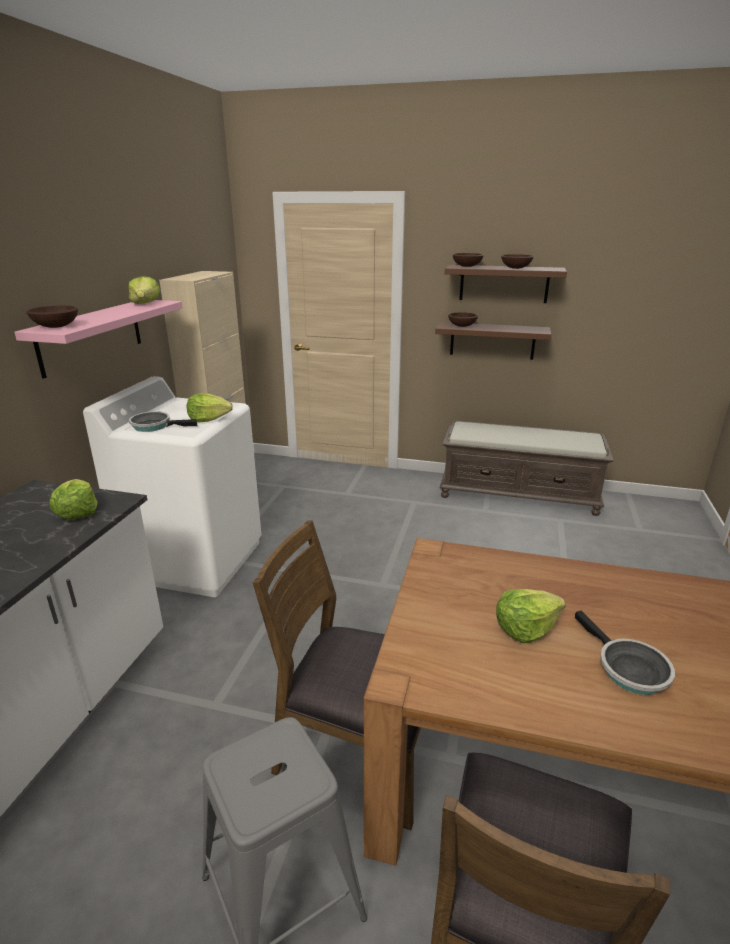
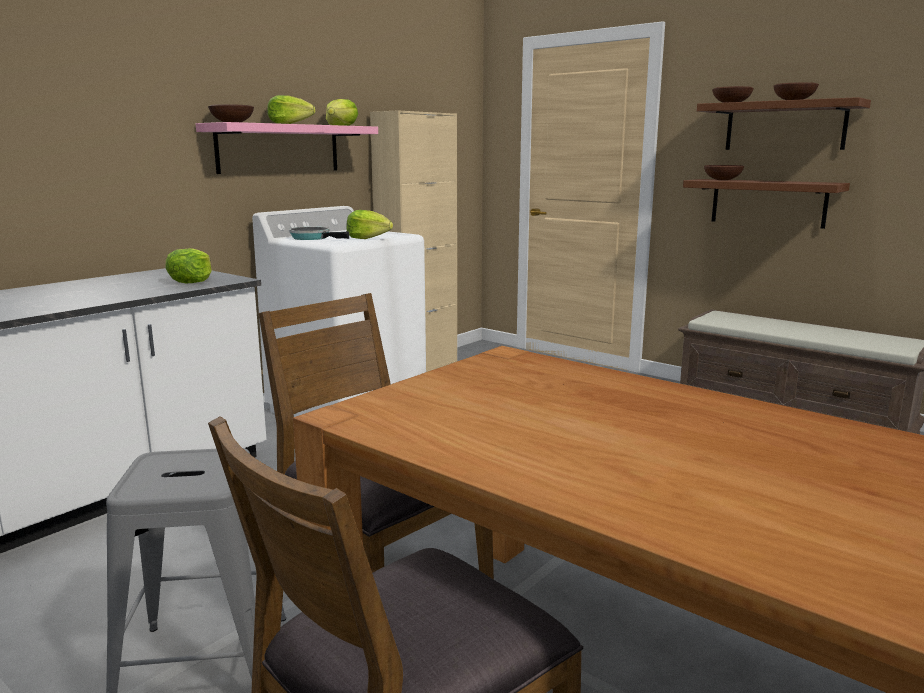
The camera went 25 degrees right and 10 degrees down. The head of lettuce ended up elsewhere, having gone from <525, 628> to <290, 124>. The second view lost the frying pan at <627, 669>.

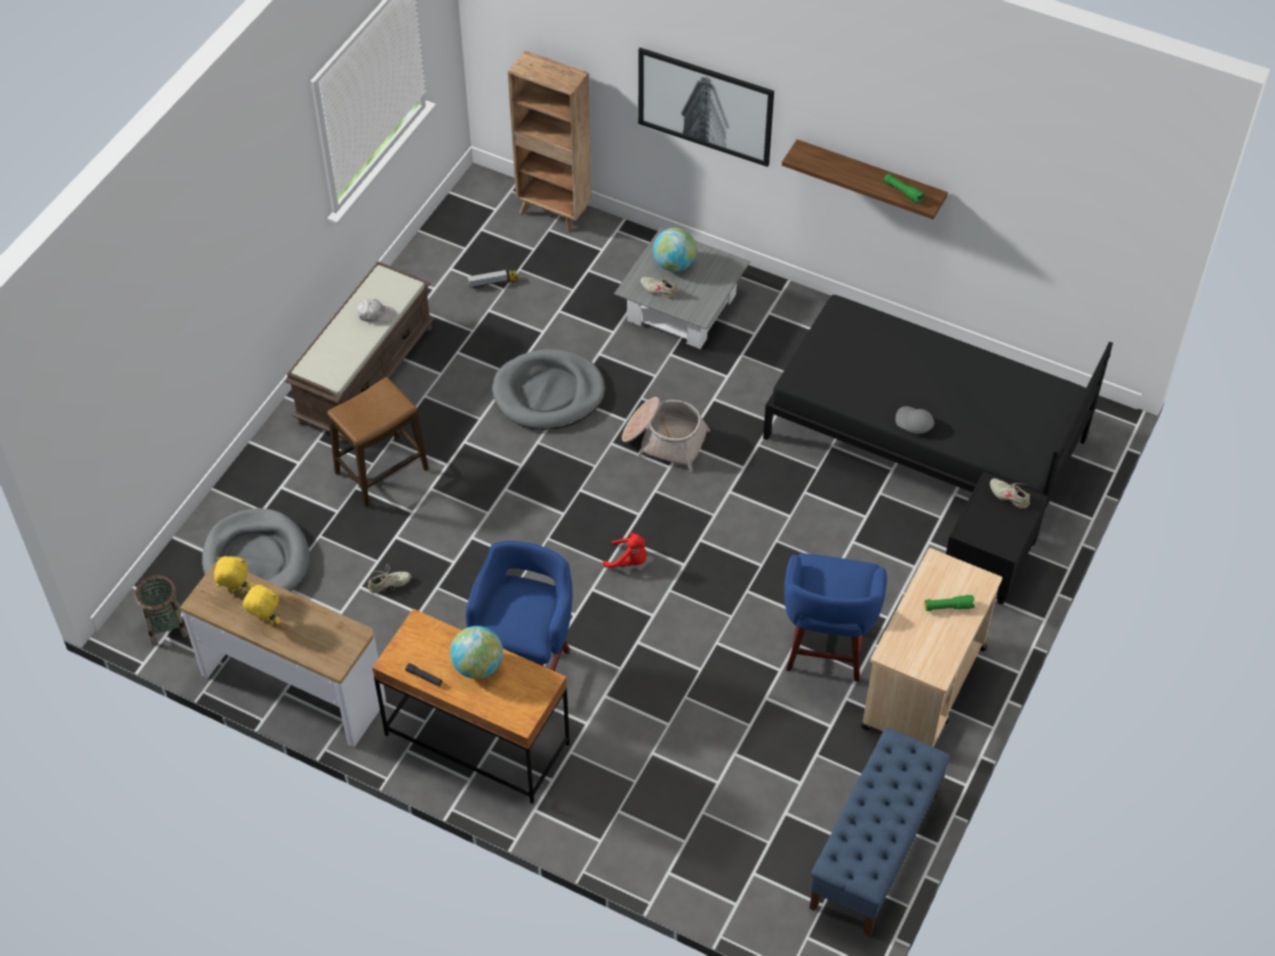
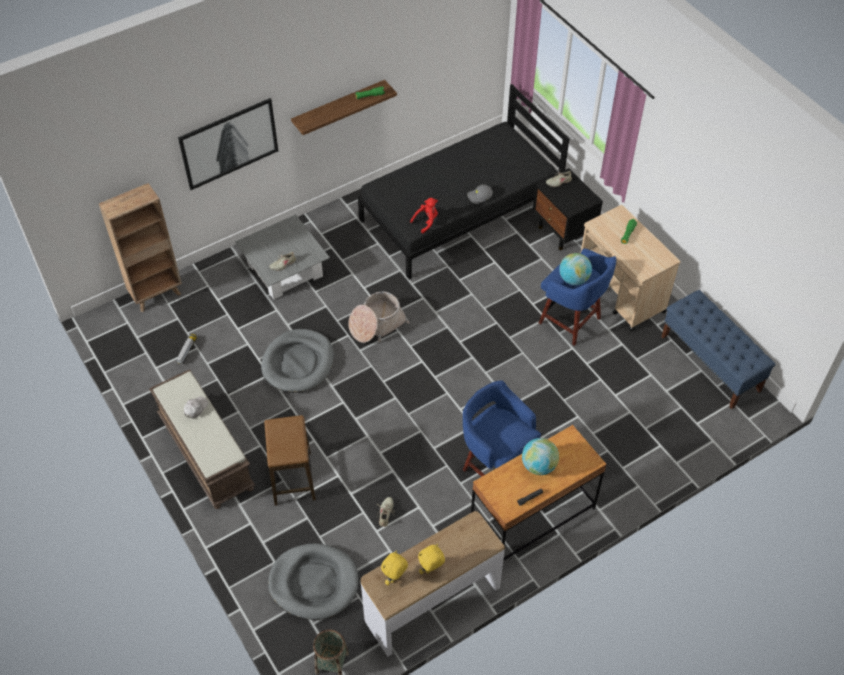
The camera went 60 degrees left and 0 degrees up. The cuddly toy in reddish ended up elsewhere, having gone from <629, 561> to <426, 221>. The globe ended up elsewhere, having gone from <674, 264> to <573, 279>.

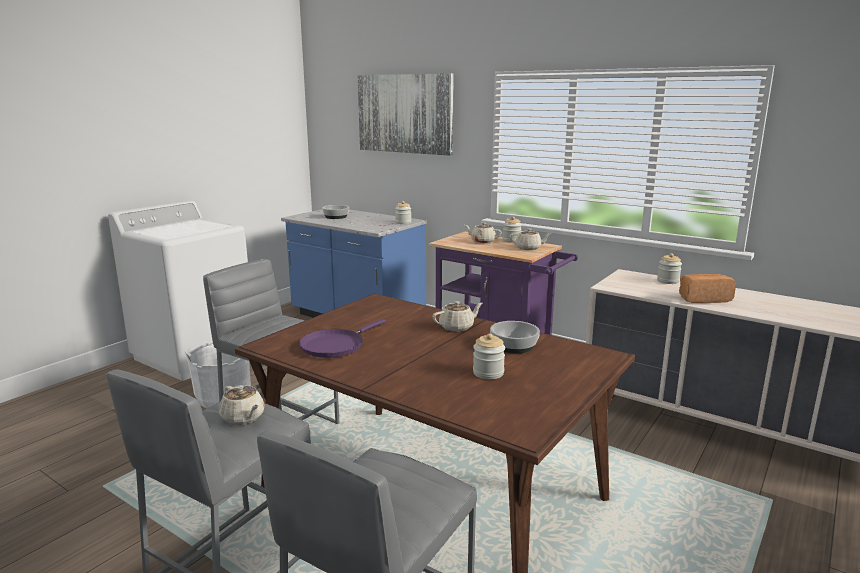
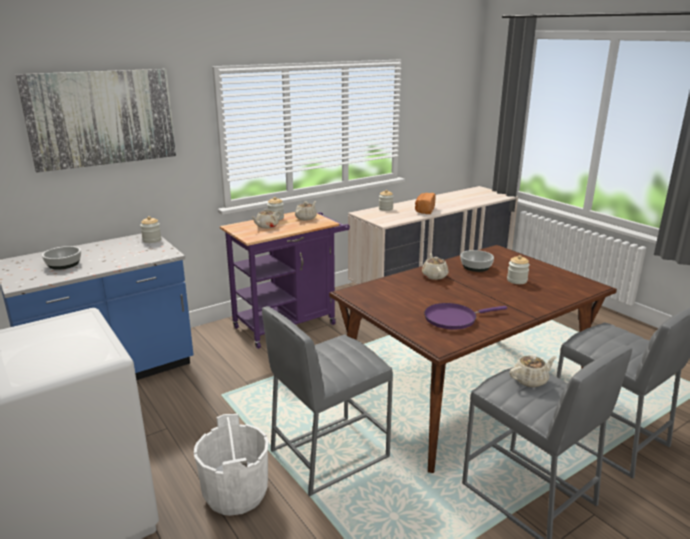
The camera went 70 degrees left and 5 degrees up. The frying pan in purple at <335, 345> ended up facing another way, 105 degrees clockwise from before.

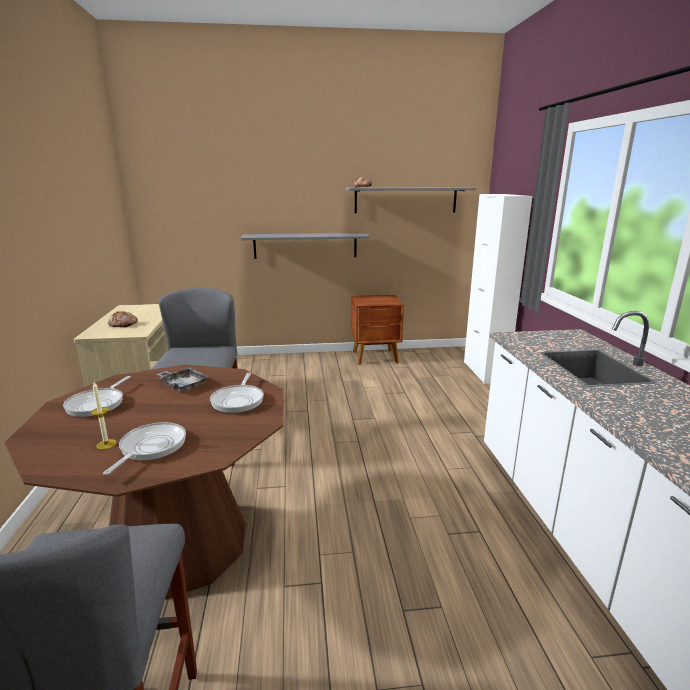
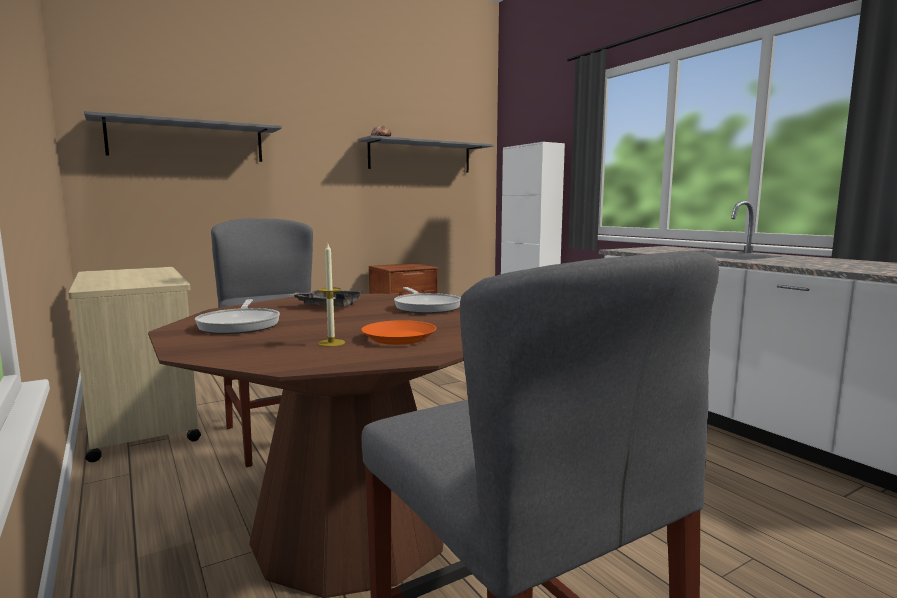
The camera went 25 degrees left and 10 degrees down. Where the frying pan stood at <150, 447>, the dinner plate in orangey came to stand at <398, 338>. The second view lost the bakery bread at <123, 324>. The shelf in grey ended up elsewhere, having gone from <305, 245> to <187, 141>.

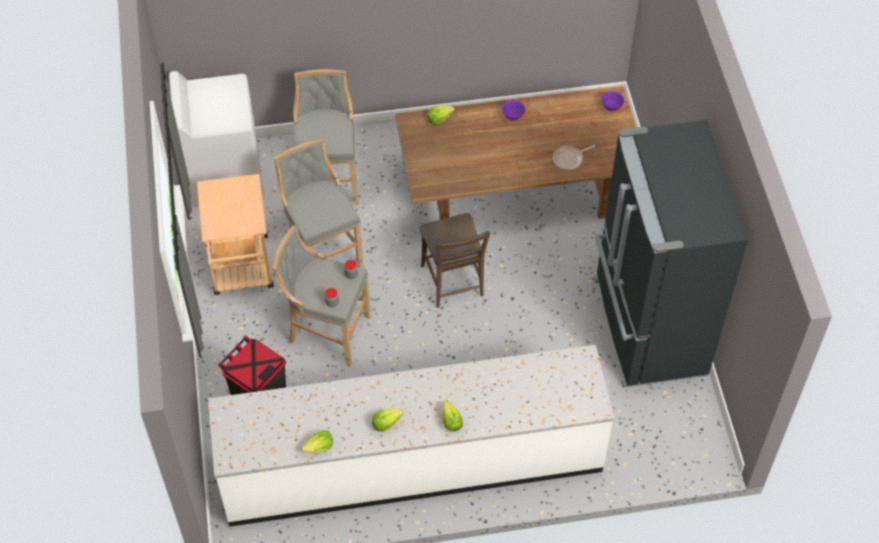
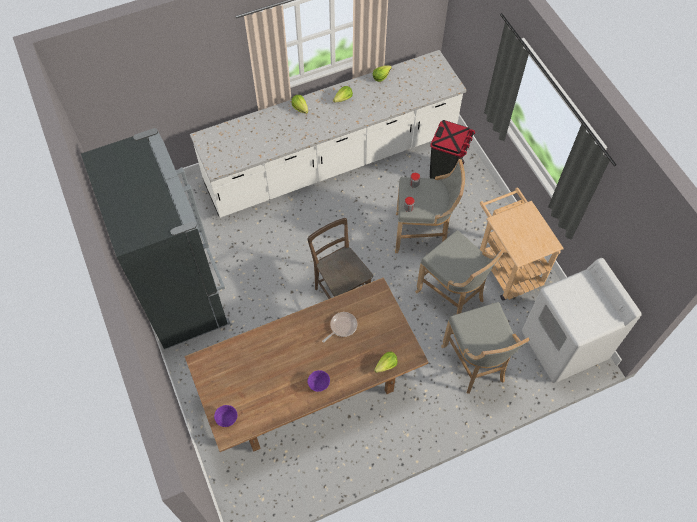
The camera went 165 degrees right and 5 degrees up. The frying pan ended up elsewhere, having gone from <569, 159> to <342, 326>.

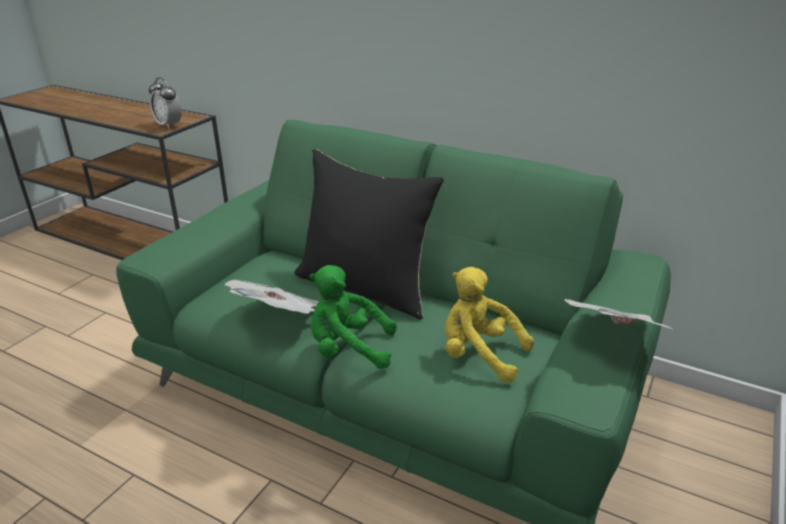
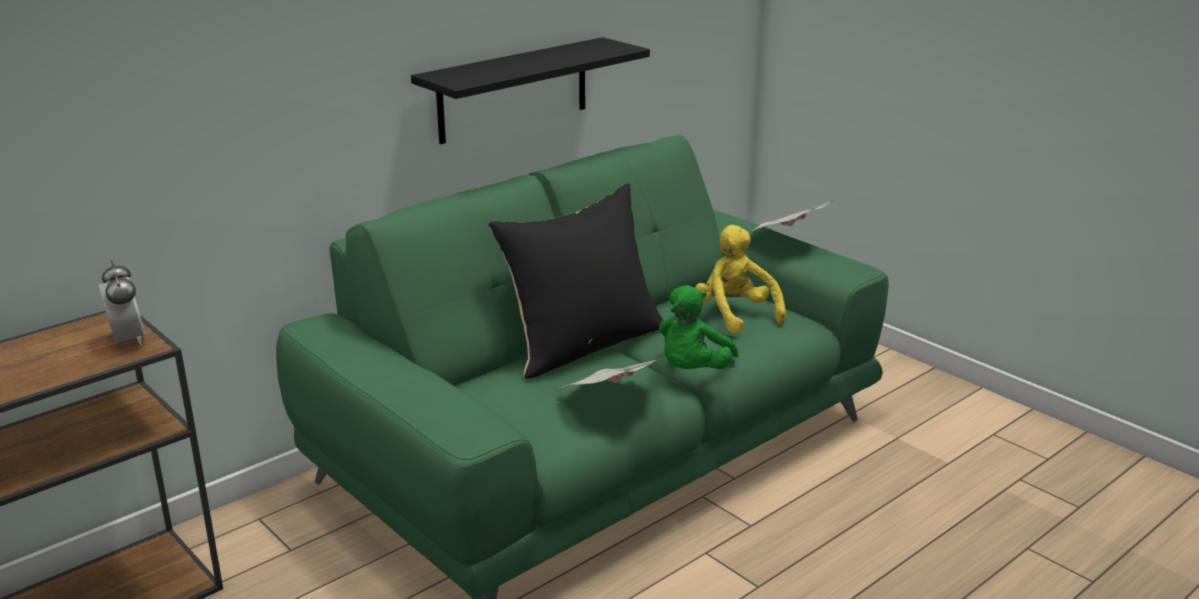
The camera went 70 degrees left and 5 degrees down. The bedside clock at <169, 125> ended up facing another way, 90 degrees counterclockwise from before. The cuddly toy in yellow at <479, 355> ended up facing another way, 105 degrees clockwise from before. The second view gained the shelf in black-coloured at <513, 90>.

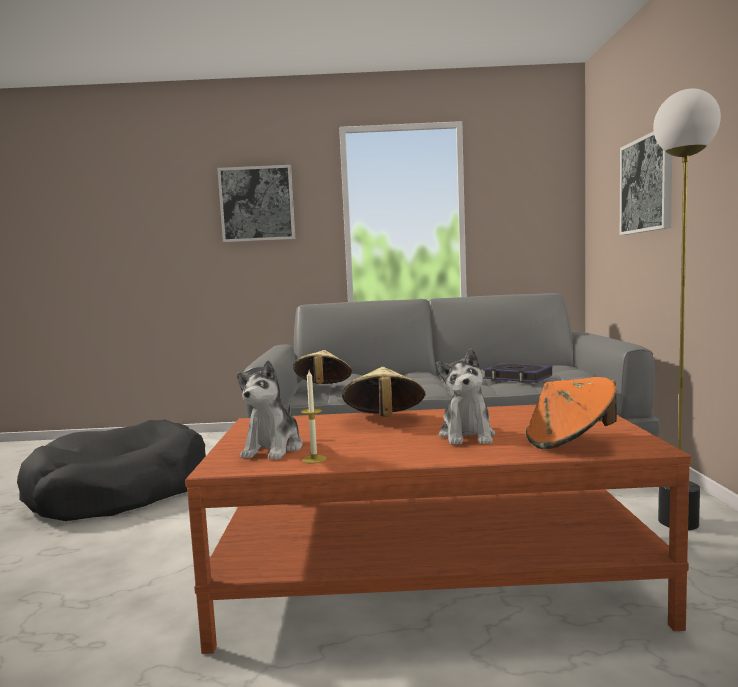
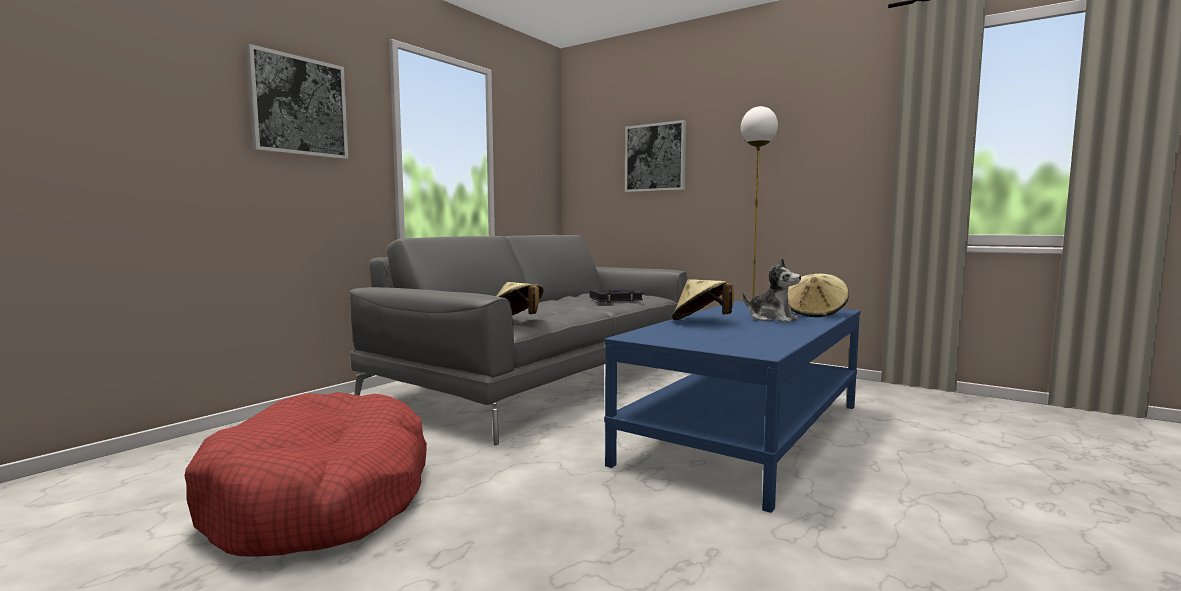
The camera went 55 degrees left and 0 degrees up. What was the dog bed in black-coloured at <119, 491> turned into the dog bed in reddish at <321, 498>. What was the low table in brown at <431, 580> turned into the low table in bluish at <747, 432>. The second view lost the cuddly toy at <273, 449>. The second view lost the wax candle at <314, 459>. What was the wearable hat in orangey at <570, 442> turned into the wearable hat in sand-coloured at <815, 313>.

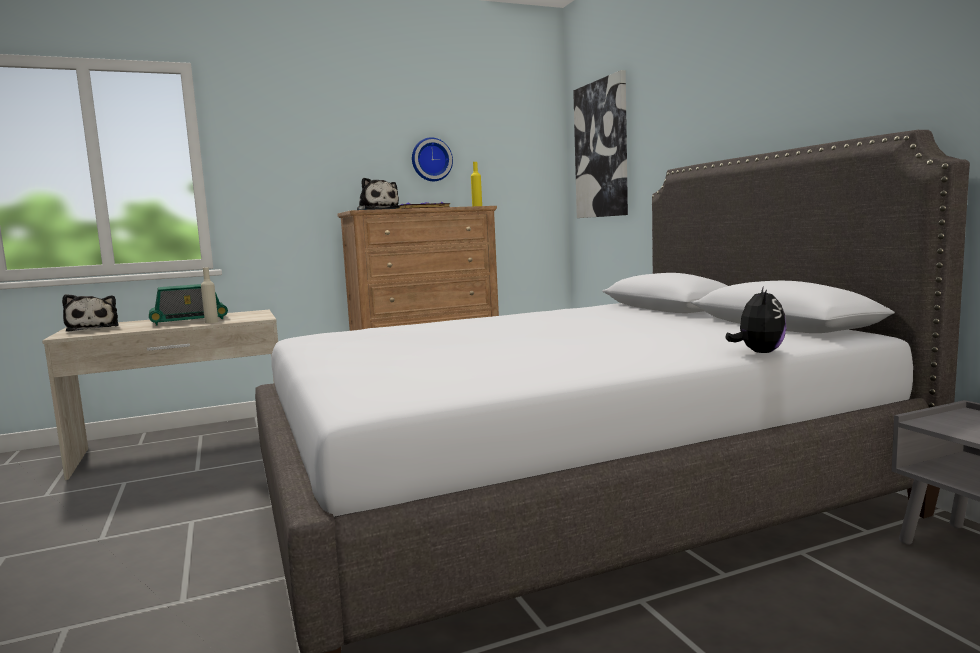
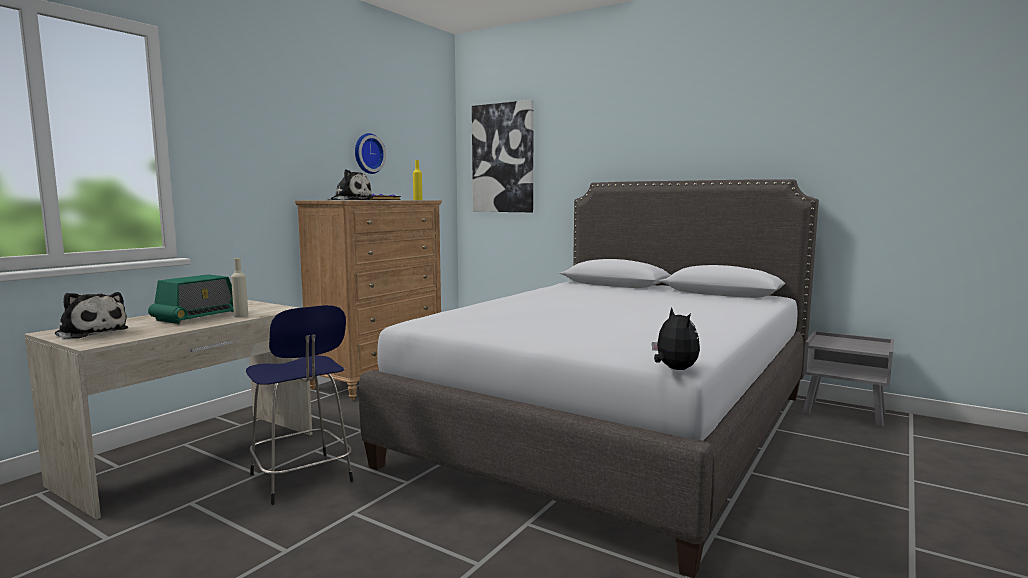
The camera went 35 degrees left and 0 degrees up. The cuddly toy ended up elsewhere, having gone from <758, 352> to <674, 369>. The second view gained the sitting stool in bluish at <302, 479>.

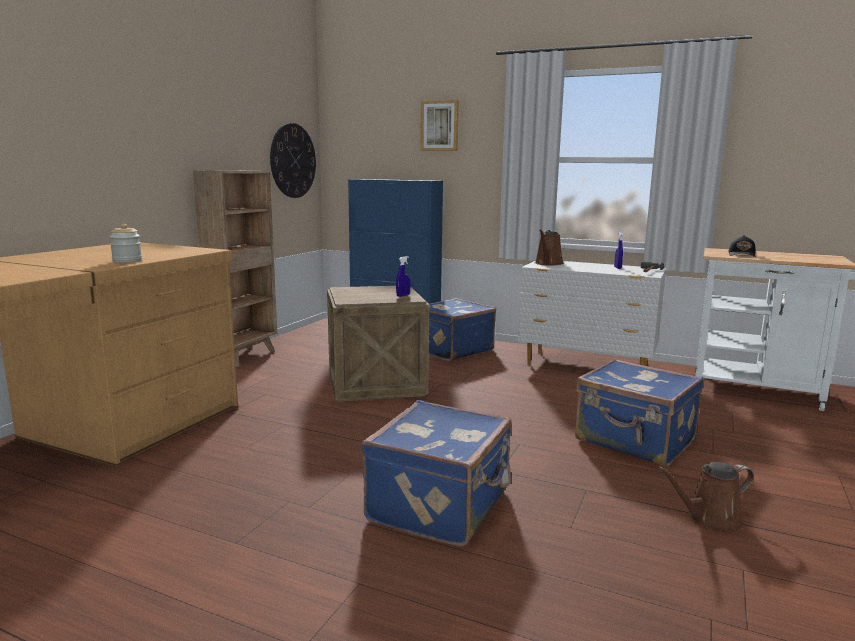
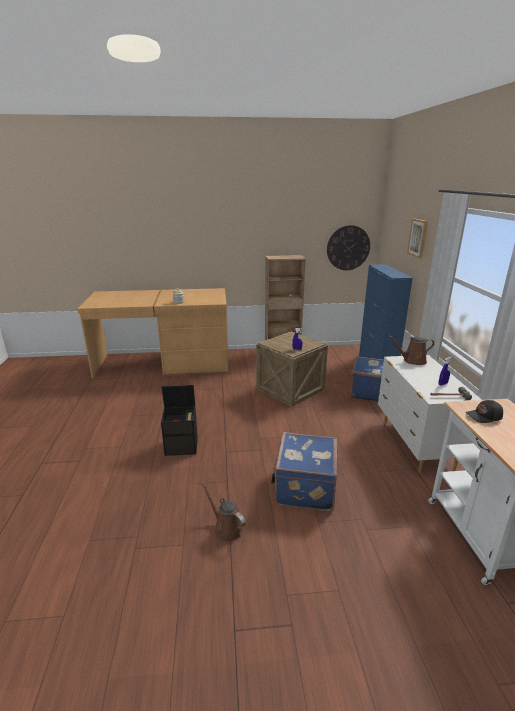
The camera went 60 degrees right and 10 degrees up. Where the piece of luggage in bluish stood at <441, 506>, the storage container in black-coloured came to stand at <182, 446>.

